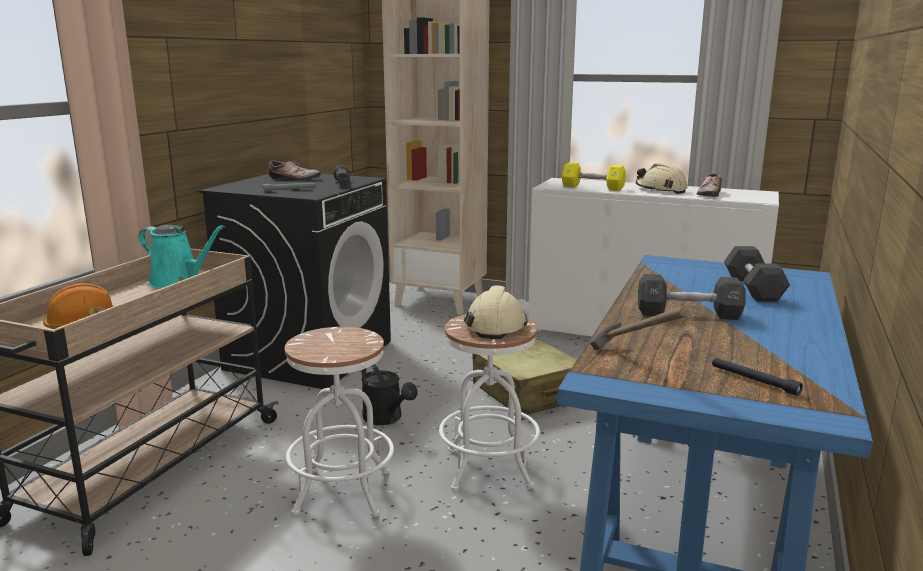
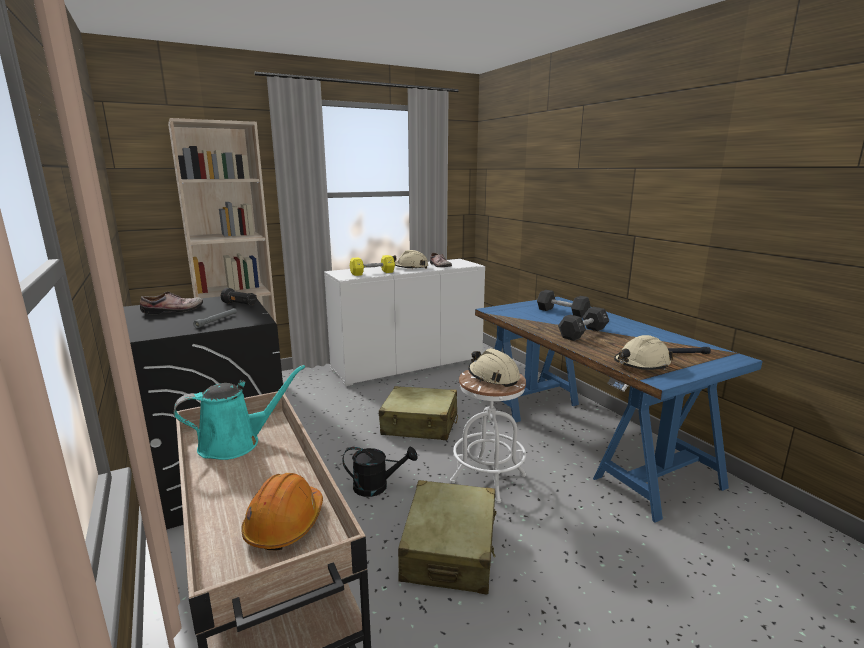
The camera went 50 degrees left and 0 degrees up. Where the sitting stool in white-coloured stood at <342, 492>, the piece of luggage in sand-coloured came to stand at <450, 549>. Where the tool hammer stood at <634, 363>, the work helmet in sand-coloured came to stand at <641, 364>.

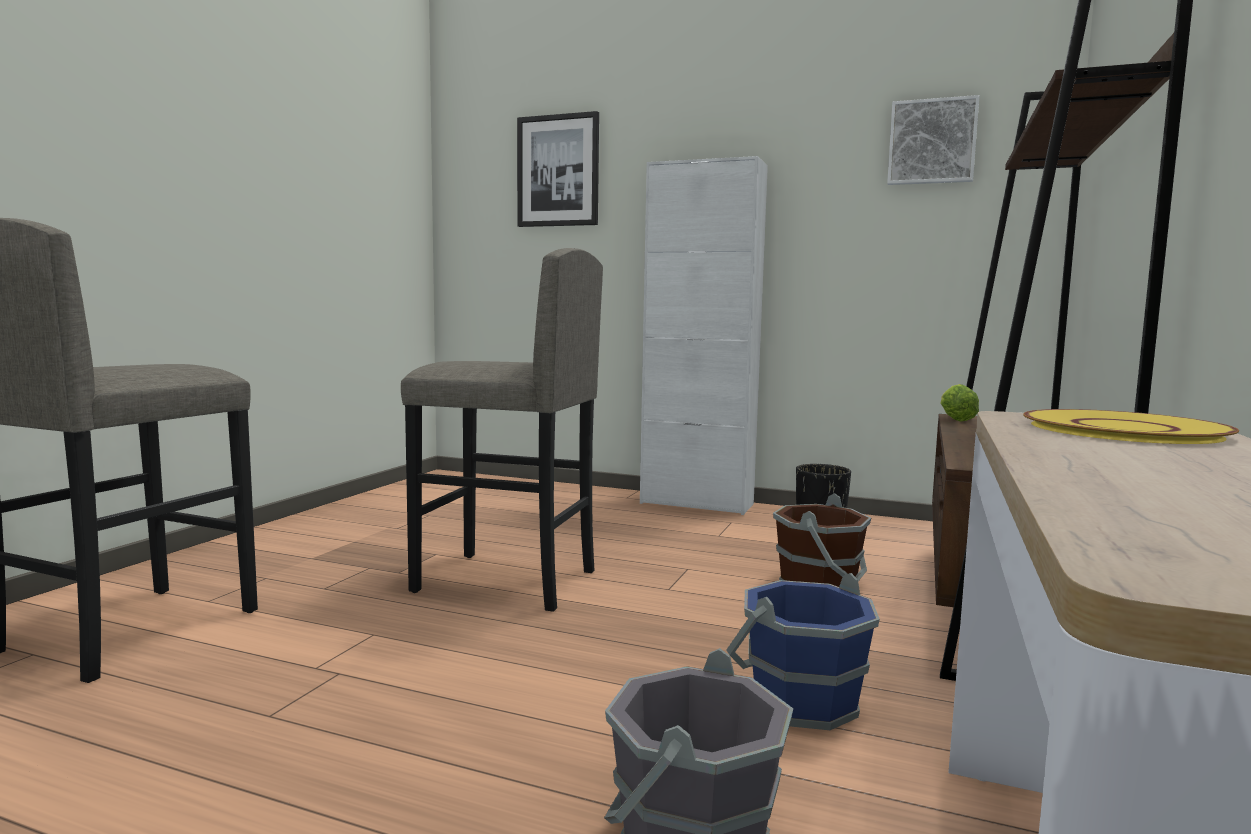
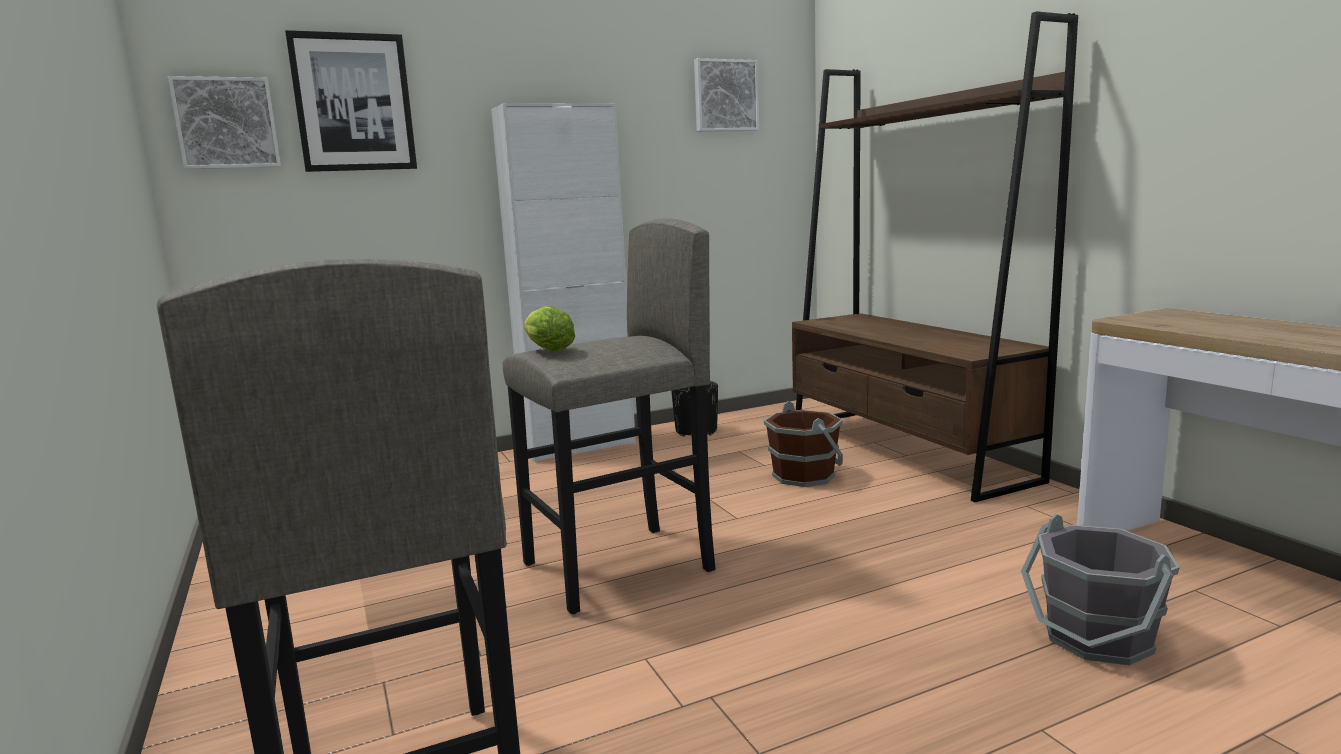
The camera went 45 degrees left and 5 degrees up. The second view lost the pail in bluish at <801, 701>. The head of lettuce ended up elsewhere, having gone from <955, 419> to <546, 349>. The second view lost the dinner plate in yellow at <1124, 430>. The second view gained the wall art at <227, 123>.

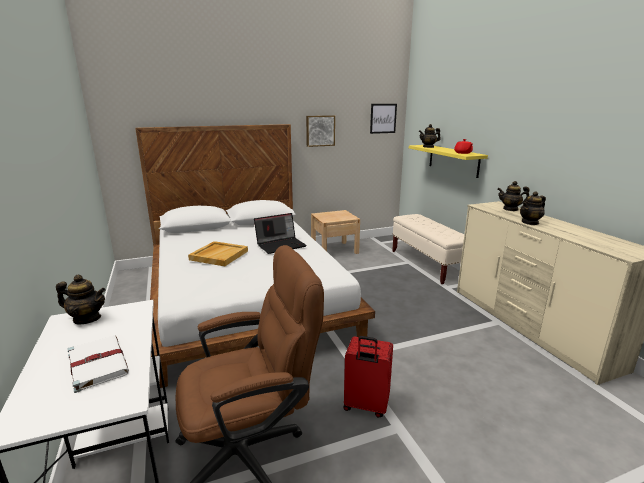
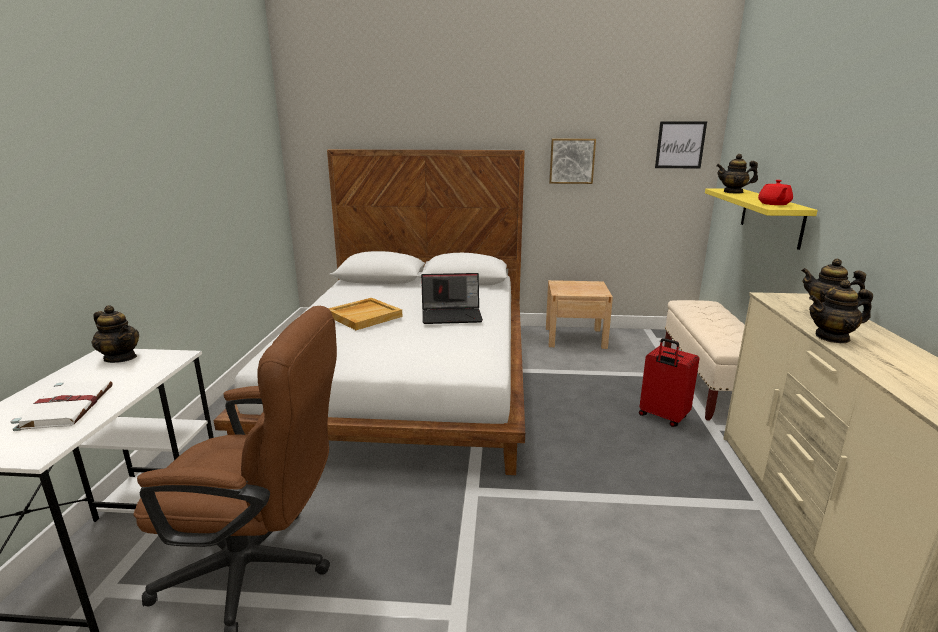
The camera went 25 degrees right and 0 degrees up. The piece of luggage in reddish ended up elsewhere, having gone from <365, 406> to <662, 417>.

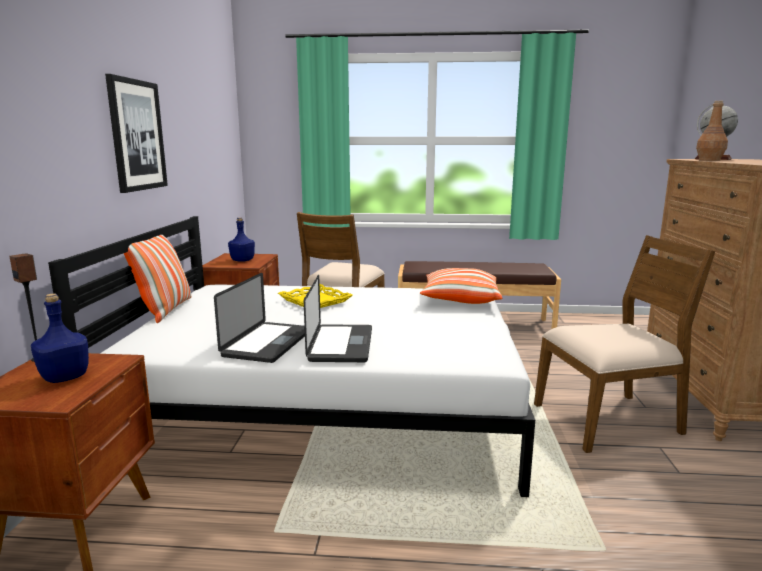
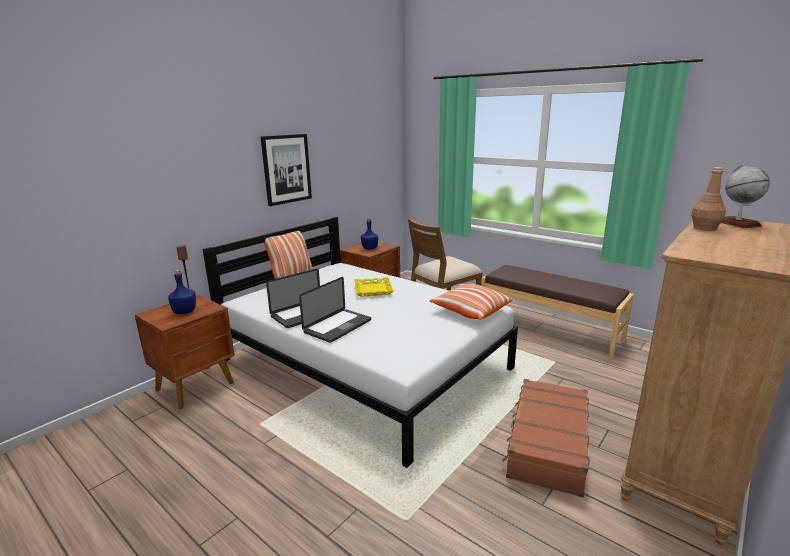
The camera went 35 degrees right and 5 degrees up. Where the plain chair in brown stood at <608, 420>, the piece of luggage in brown came to stand at <547, 444>.

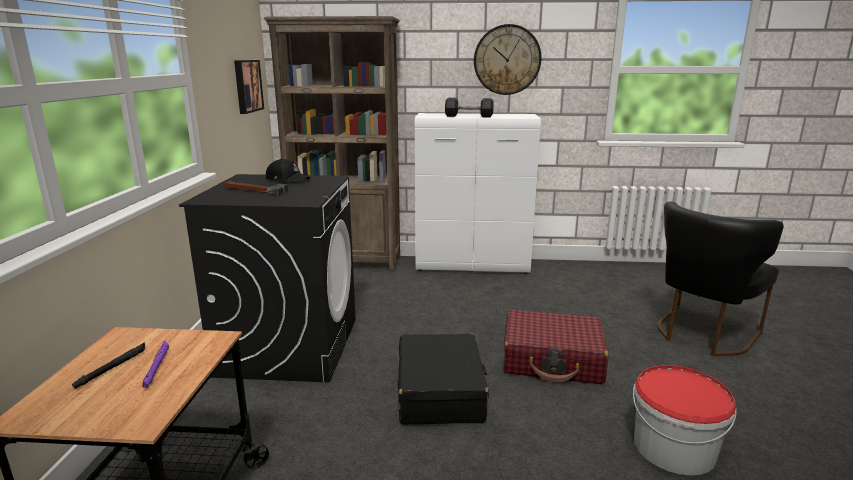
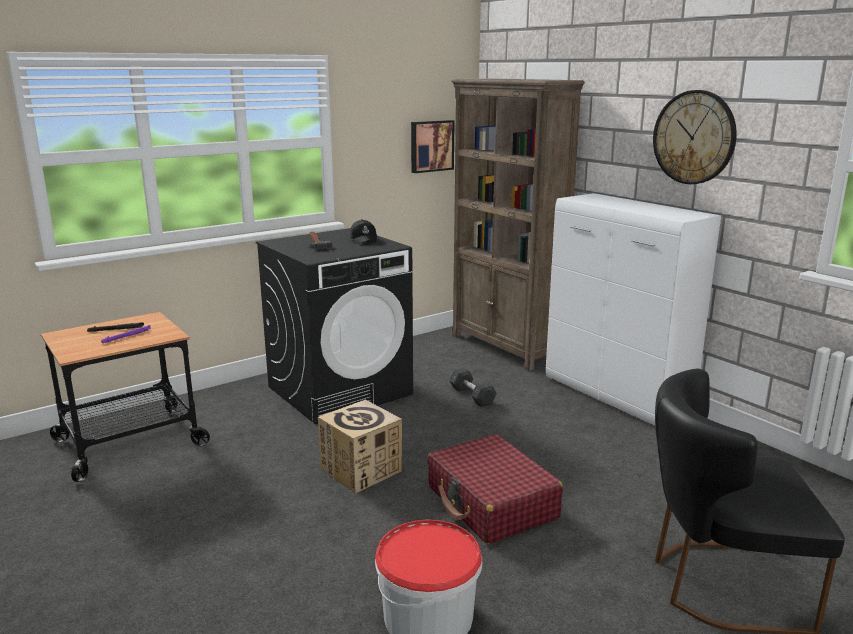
The camera went 50 degrees right and 0 degrees up. Where the piece of luggage in black-coloured stood at <440, 392>, the cardboard box came to stand at <361, 470>. The dumbbell in grey ended up elsewhere, having gone from <469, 116> to <472, 396>.

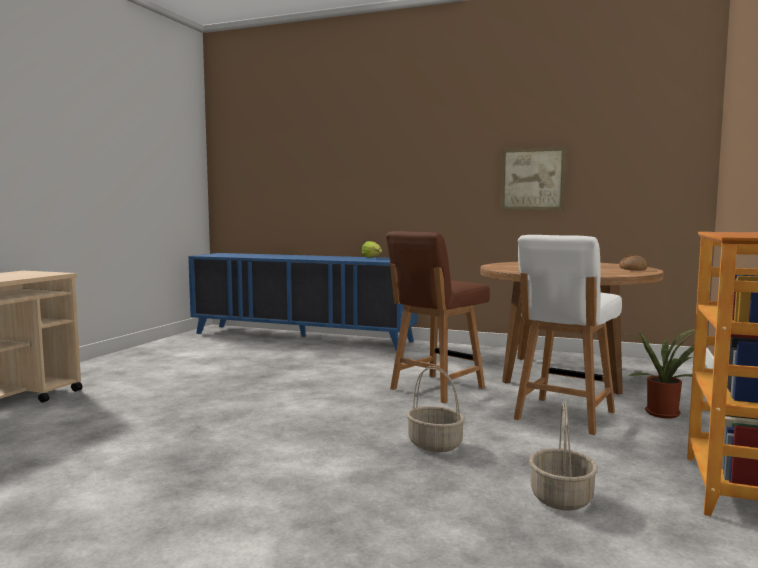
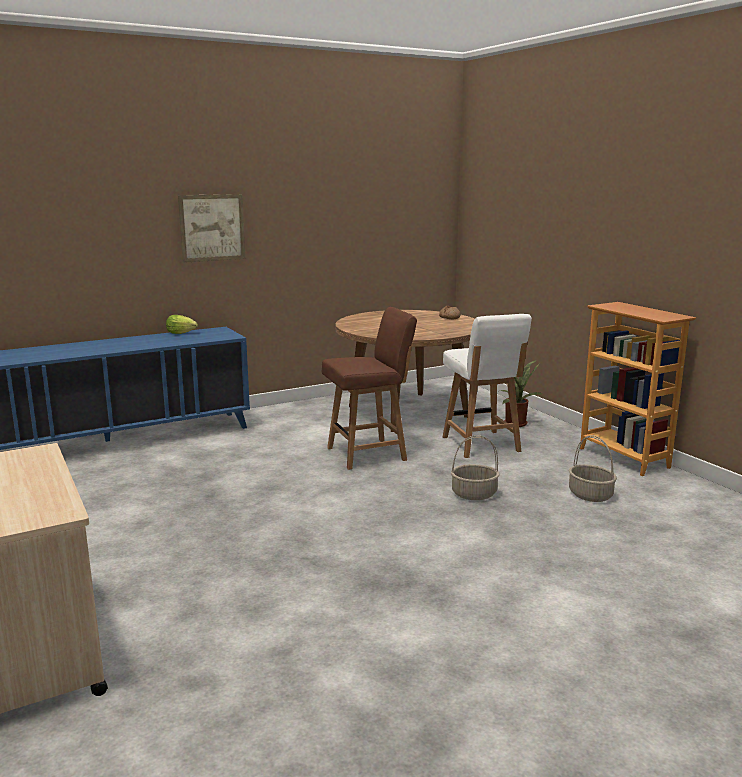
The camera went 50 degrees left and 10 degrees up. The plain chair in brown at <436, 389> ended up facing another way, 105 degrees counterclockwise from before. The wall art ended up elsewhere, having gone from <532, 179> to <212, 227>.

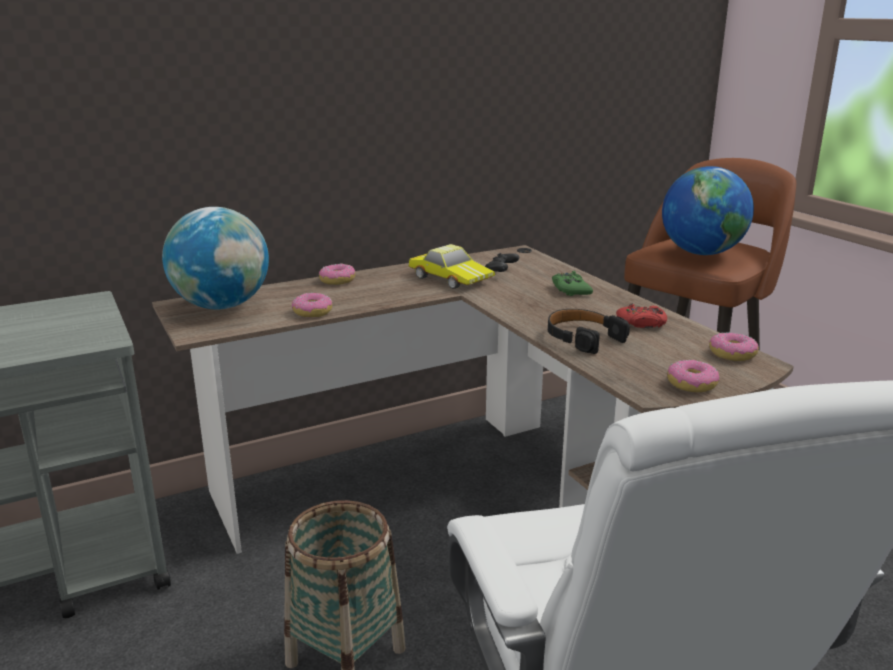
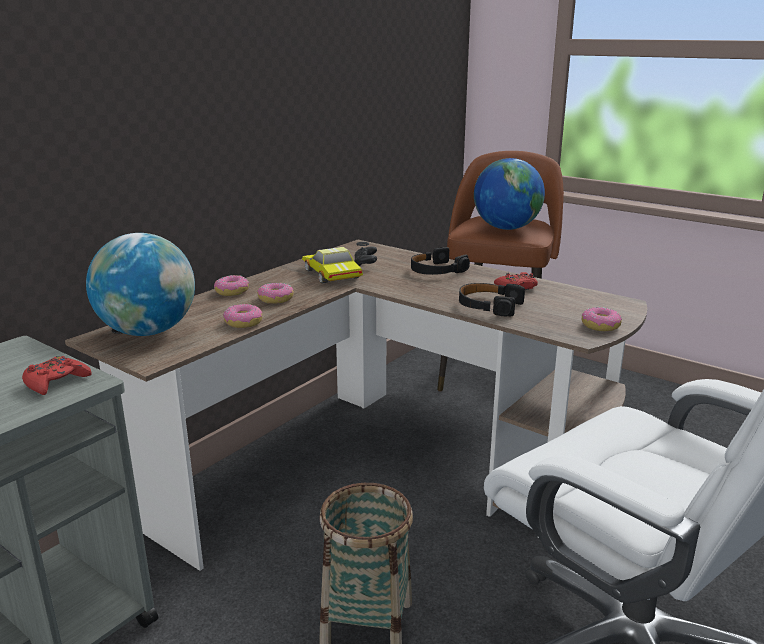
The camera went 25 degrees left and 0 degrees up. The model car at <451, 278> ended up facing another way, 135 degrees counterclockwise from before. Where the game controller in green-coloured stood at <570, 290>, the pair of headphones in black-coloured came to stand at <436, 270>. The doughnut ended up elsewhere, having gone from <732, 354> to <276, 299>. The second view gained the game controller in reddish at <56, 382>.

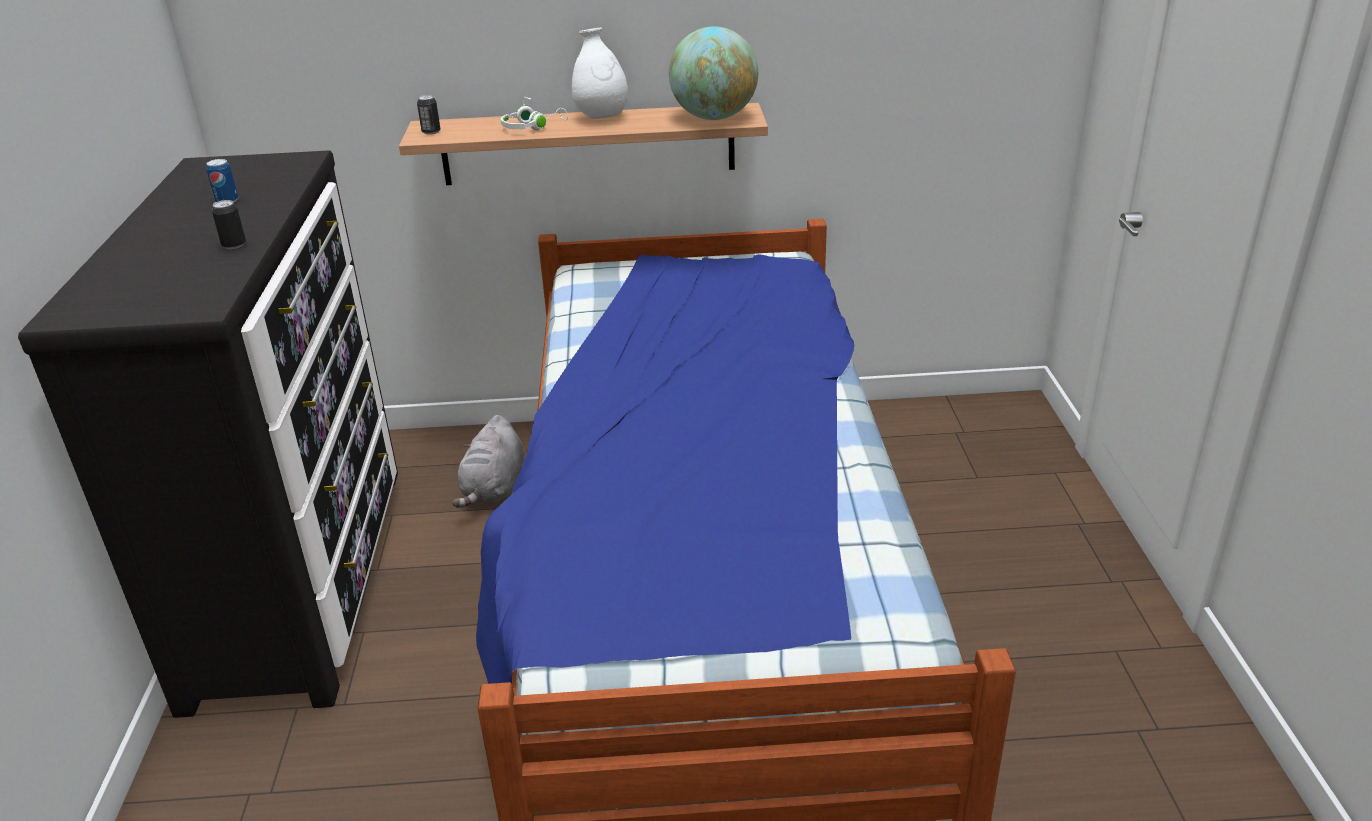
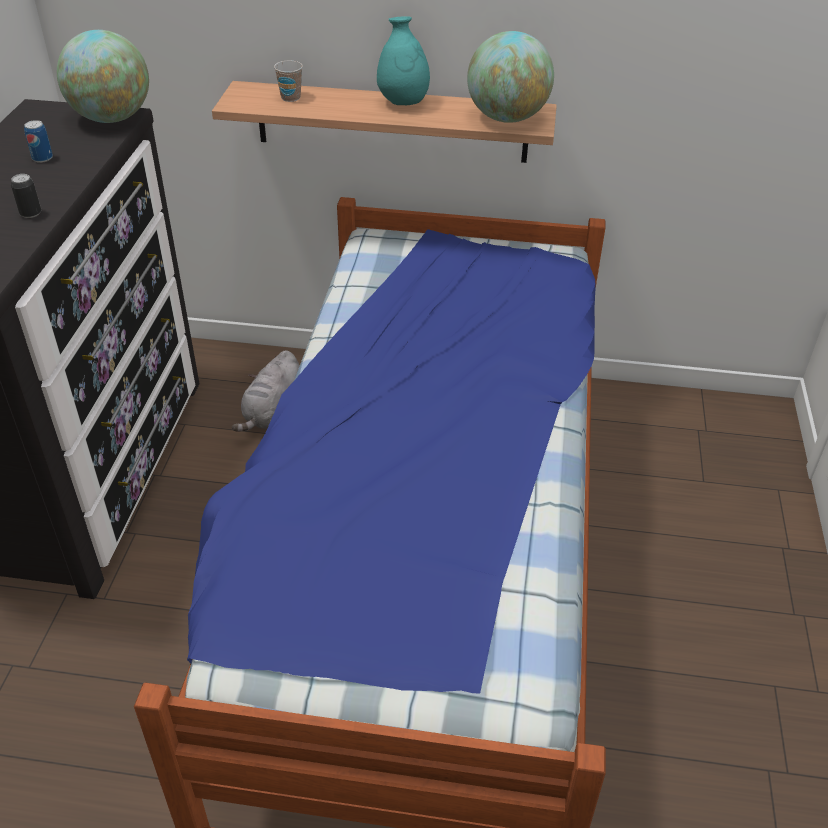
The camera went 10 degrees right and 10 degrees up. The second view lost the can at <431, 132>. The second view lost the pair of headphones in white-coloured at <532, 127>. What was the flower vase in white-coloured at <602, 118> turned into the flower vase in turquoise-coloured at <403, 103>. The second view gained the globe at <112, 118>. The second view gained the drinking cup at <290, 98>.

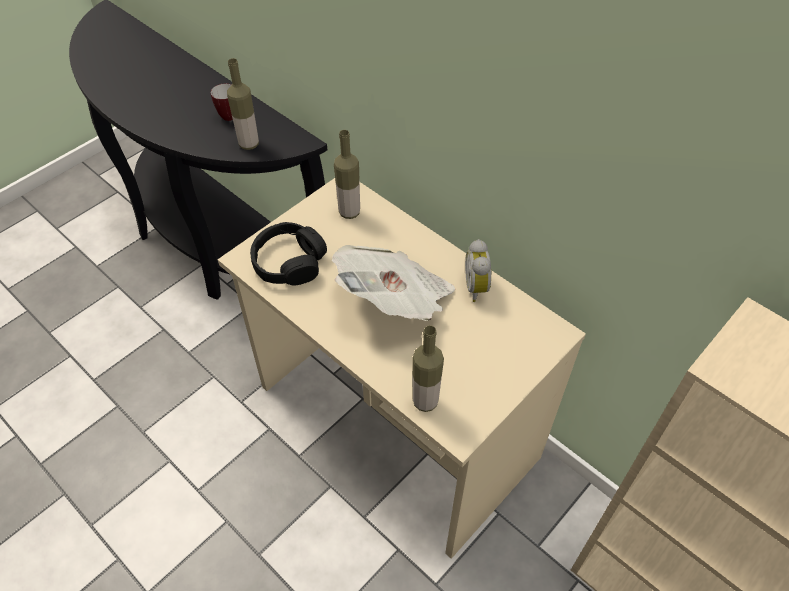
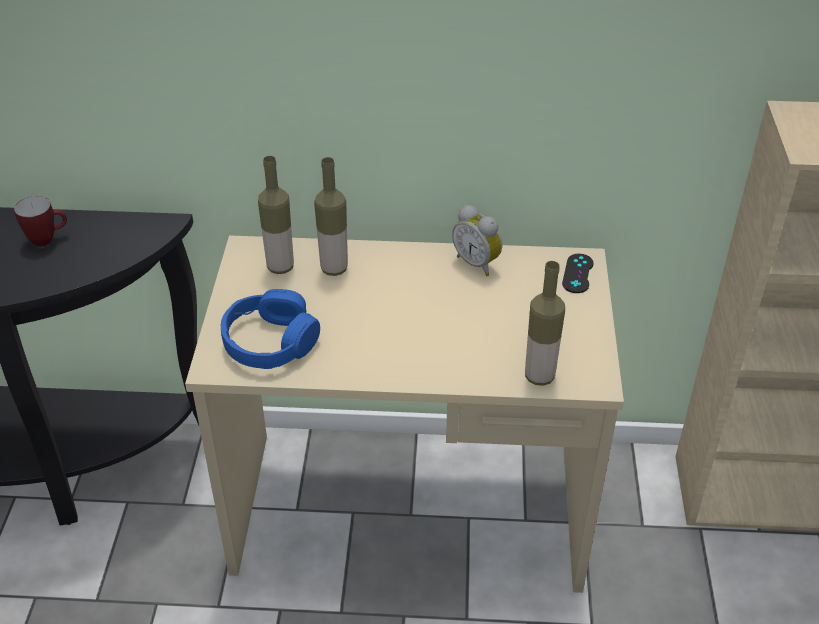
The camera went 40 degrees left and 10 degrees down. The drink bottle ended up elsewhere, having gone from <249, 144> to <334, 268>. What was the pair of headphones in black-coloured at <289, 262> turned into the pair of headphones in bluish at <270, 342>. The second view lost the daily paper at <396, 300>. The second view gained the game controller in black-coloured at <577, 273>.

